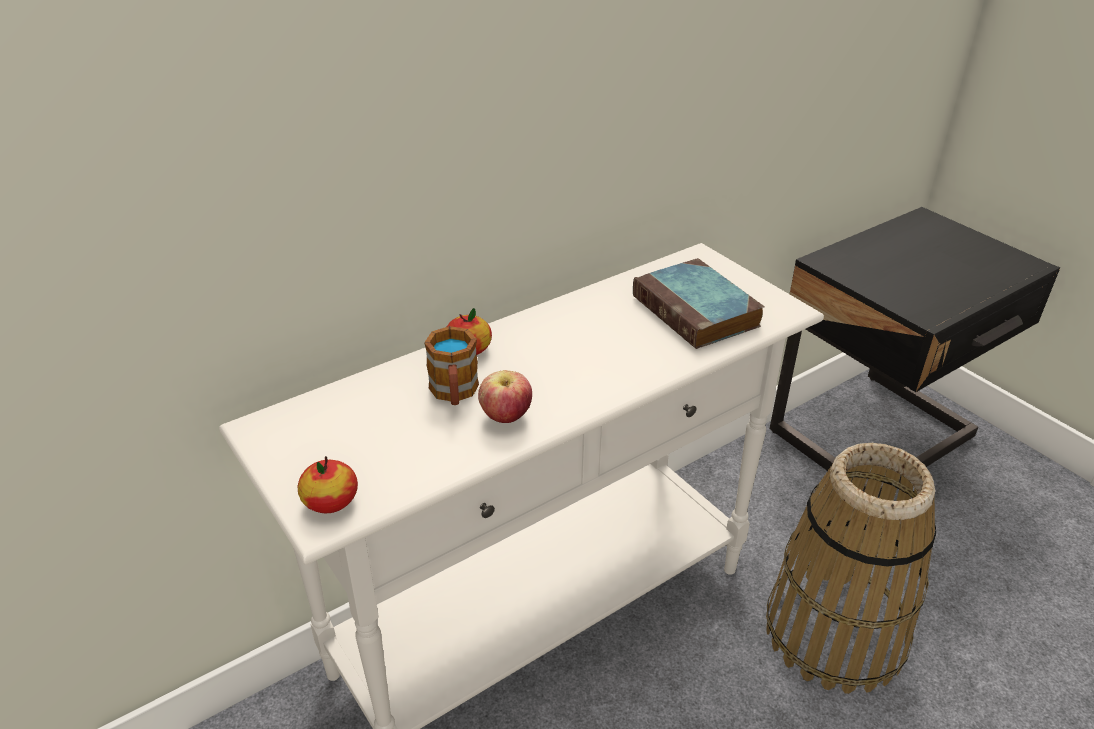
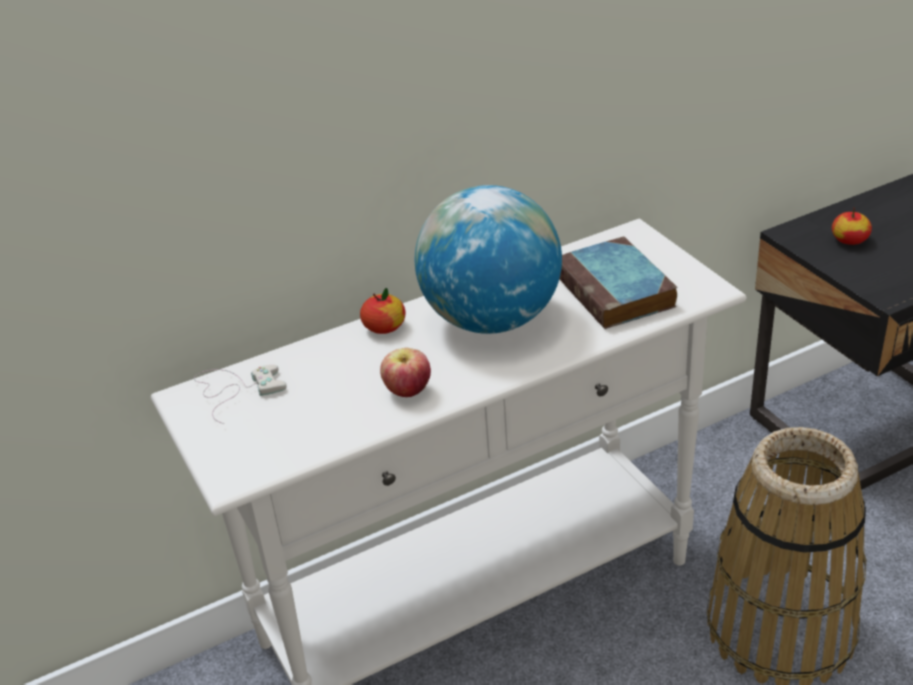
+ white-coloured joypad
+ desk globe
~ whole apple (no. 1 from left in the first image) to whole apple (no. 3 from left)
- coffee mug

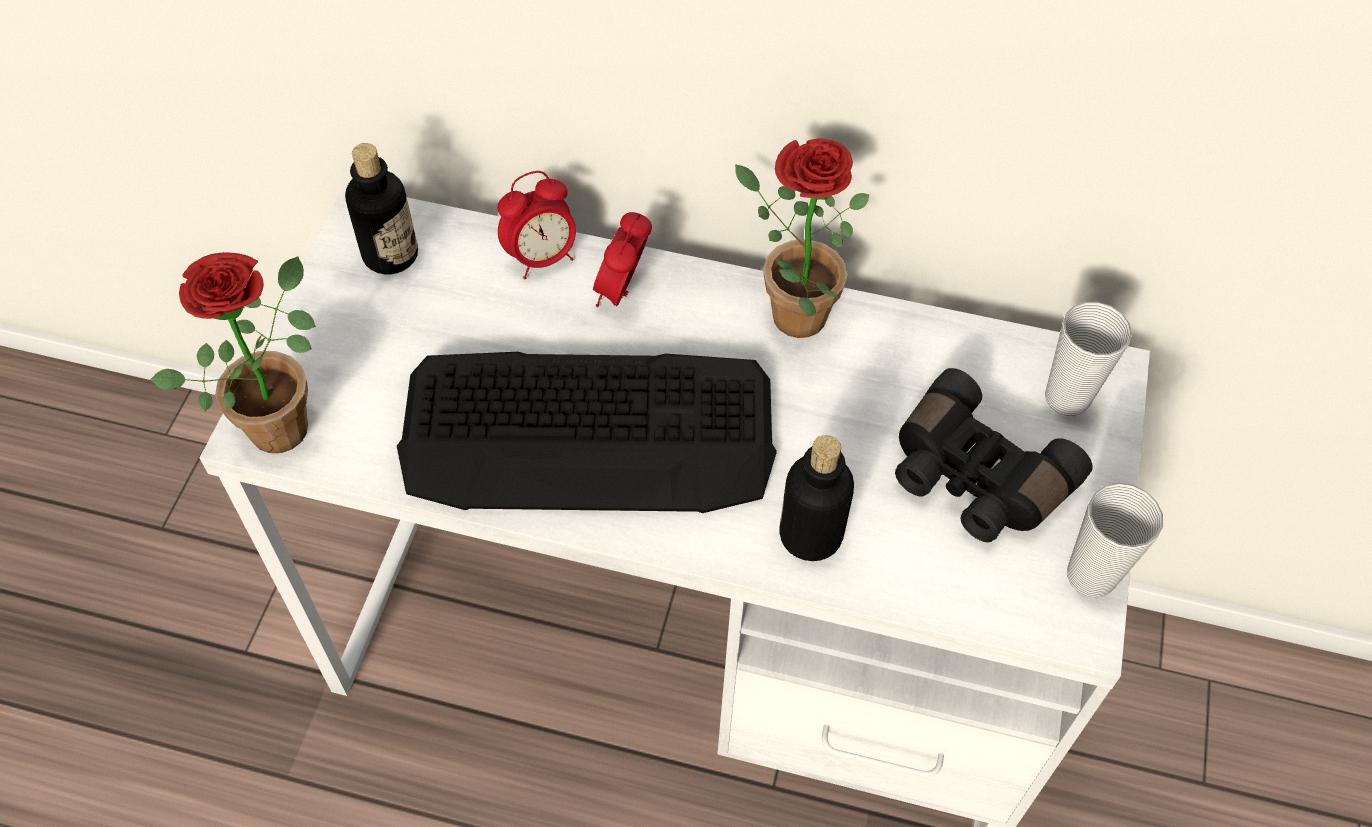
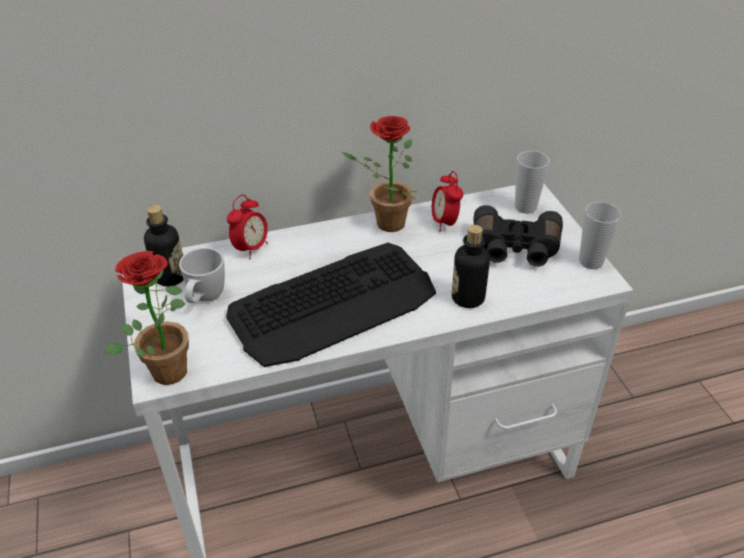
+ white-coloured coffee mug
~ table clock (no. 2 from left)

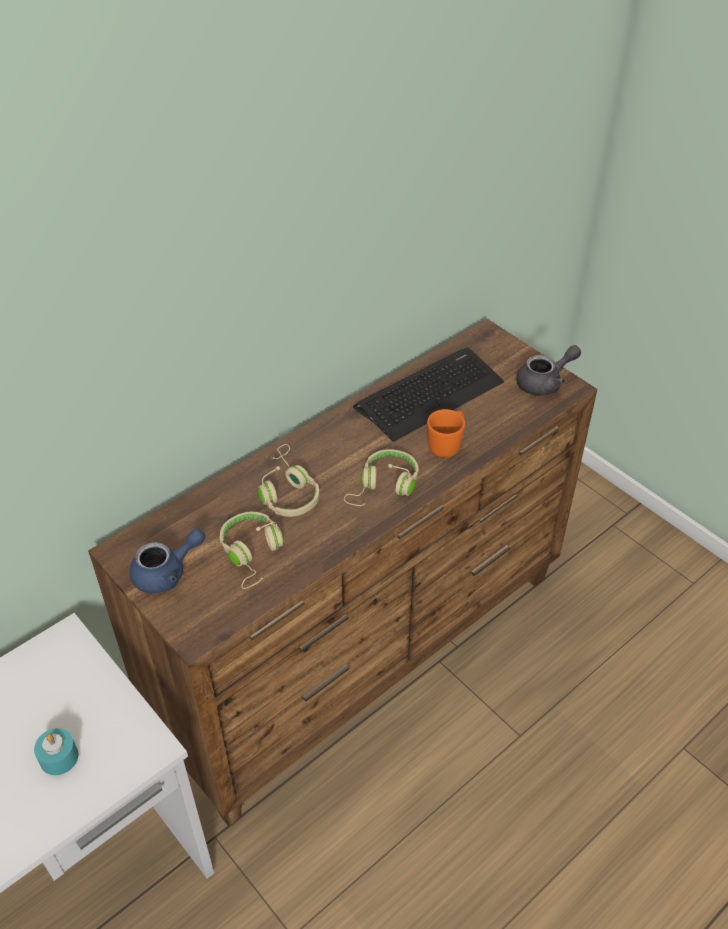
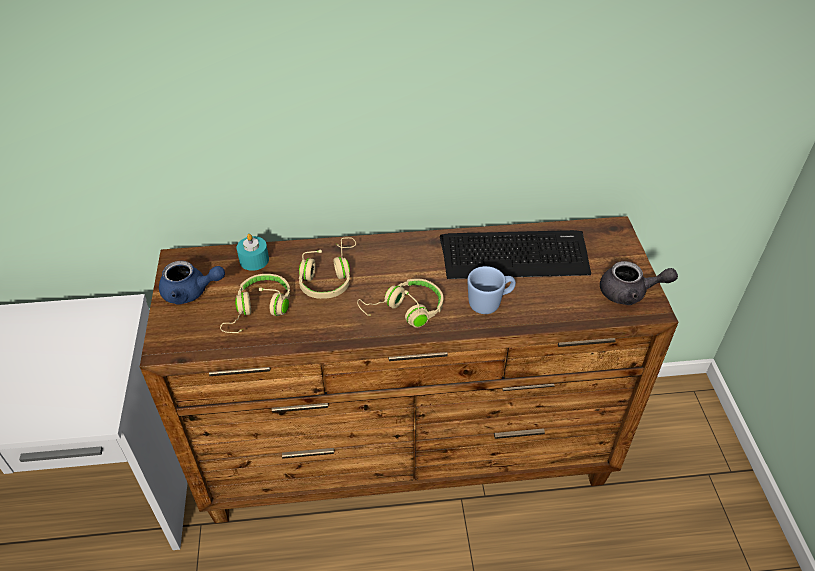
~ blue-green wax candle
~ orange-coloured coffee mug to blue coffee mug

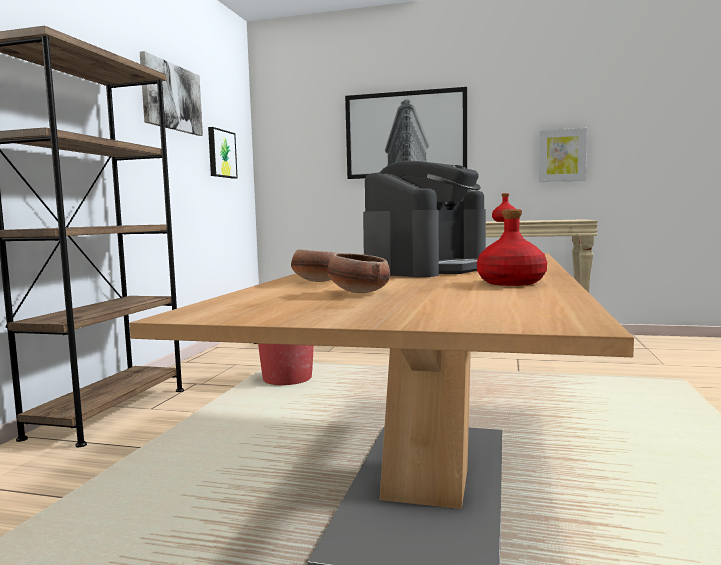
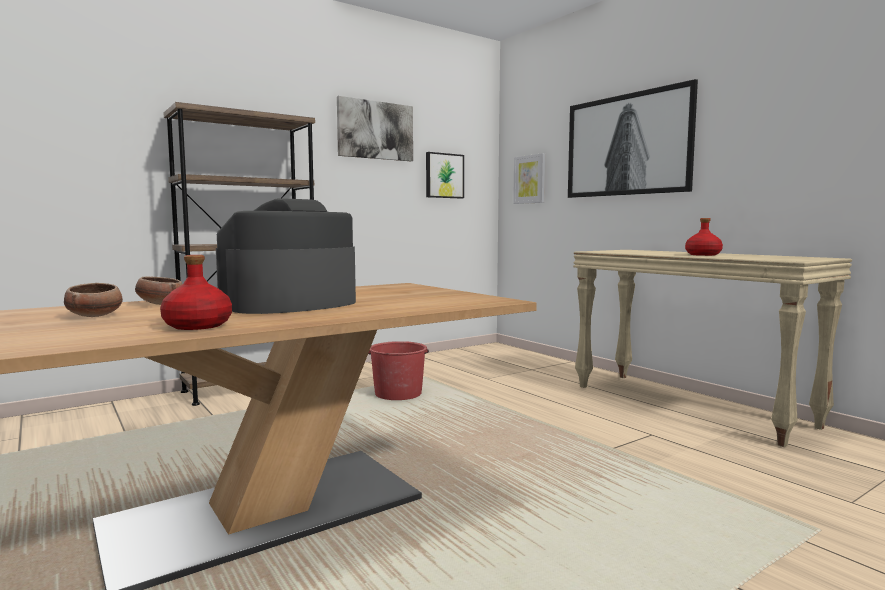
~ coffee maker 150 degrees clockwise
~ wall art (no. 4 from left in the first image) to wall art (no. 3 from left)

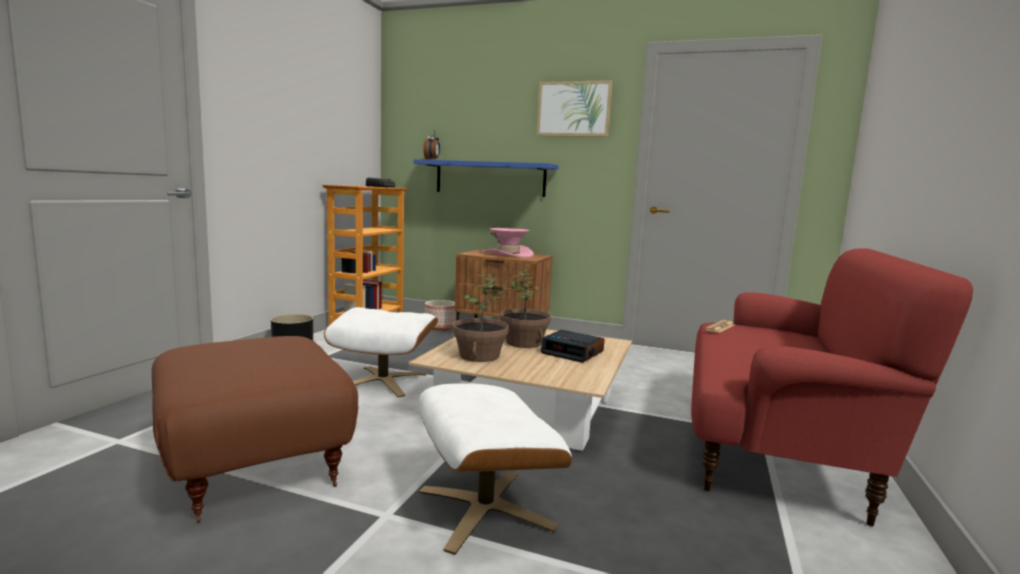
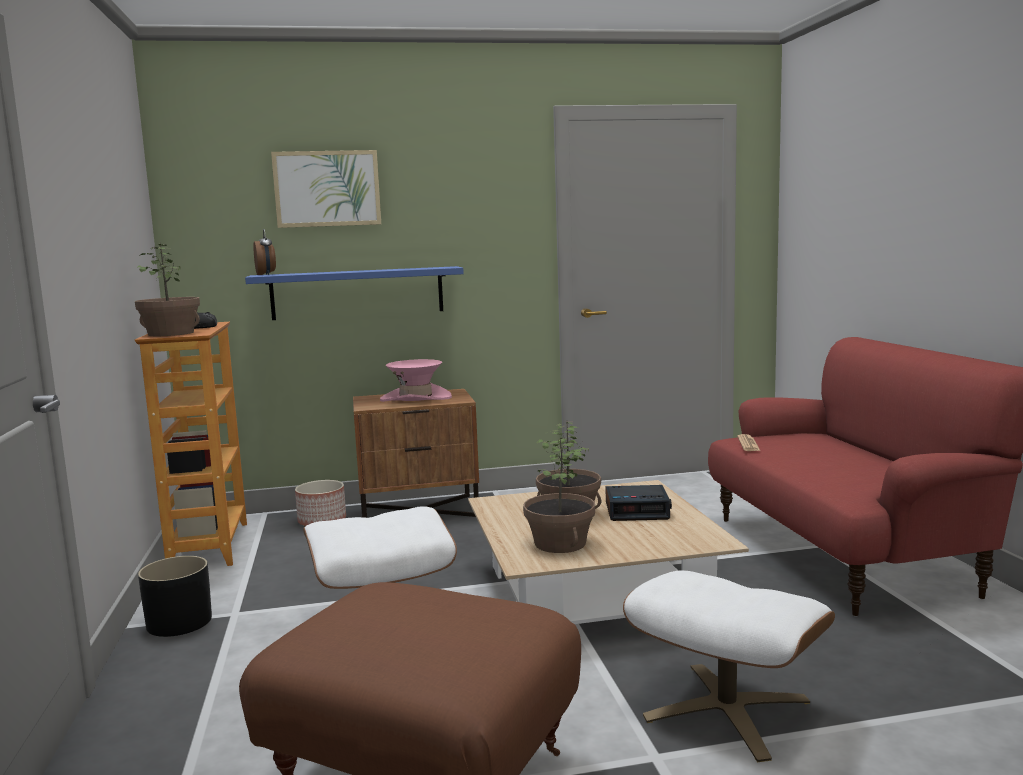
+ plant in a pot (no. 1 from left)
~ wall art

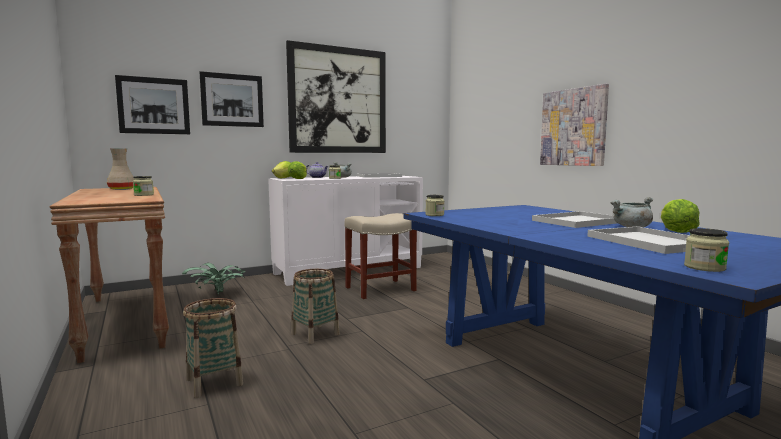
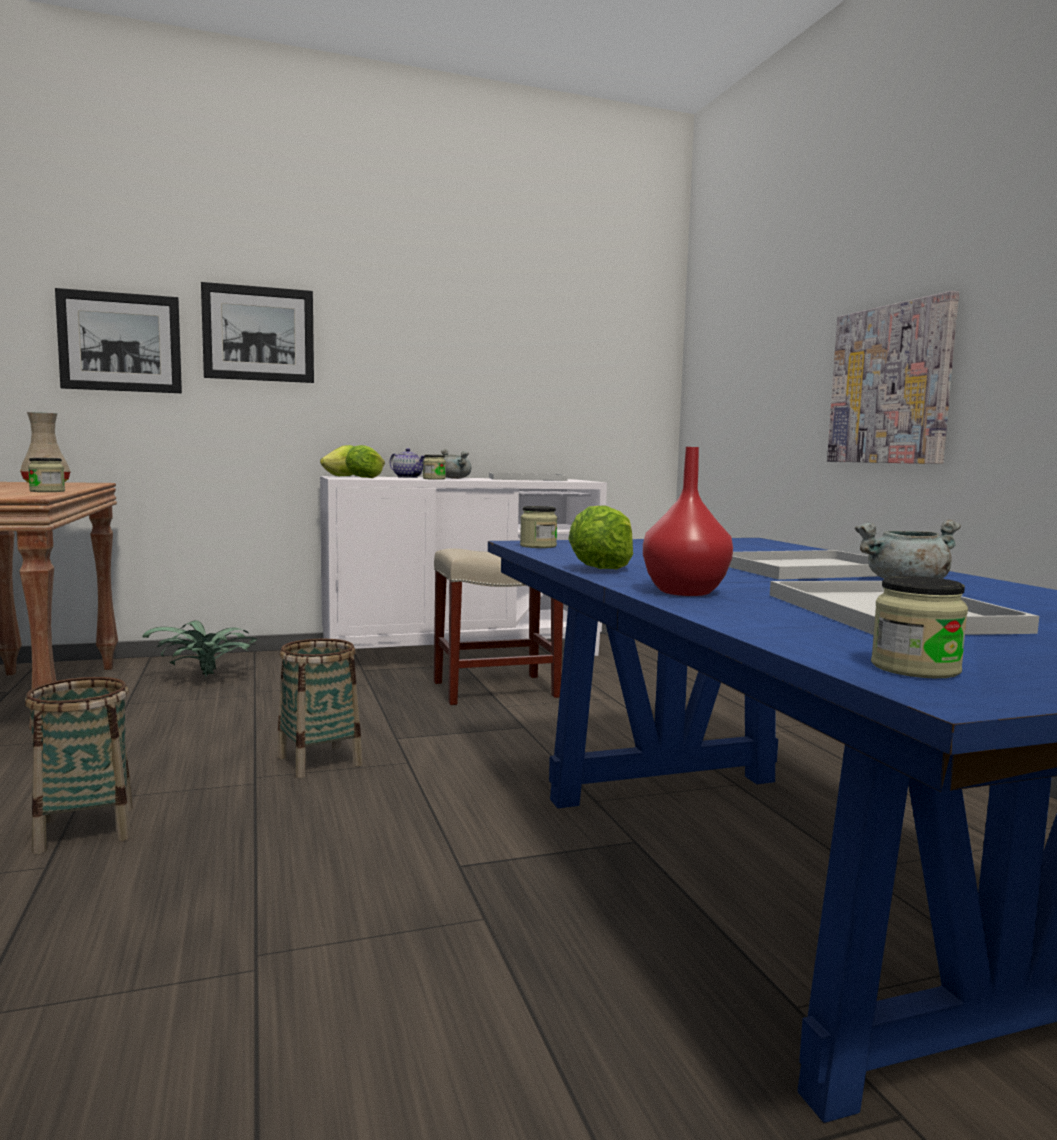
~ lettuce (no. 3 from left)
+ red flower vase
- wall art (no. 3 from left)

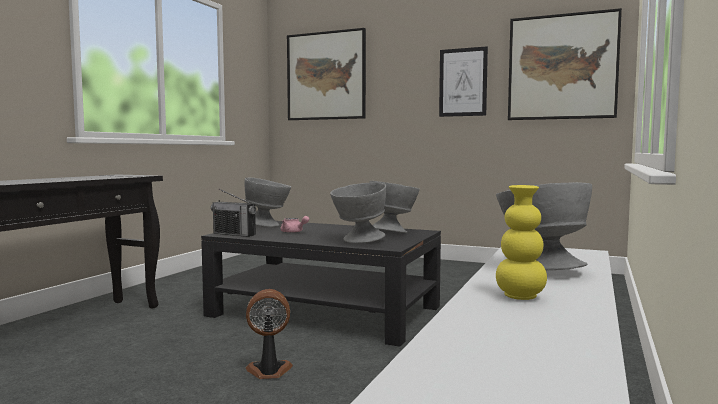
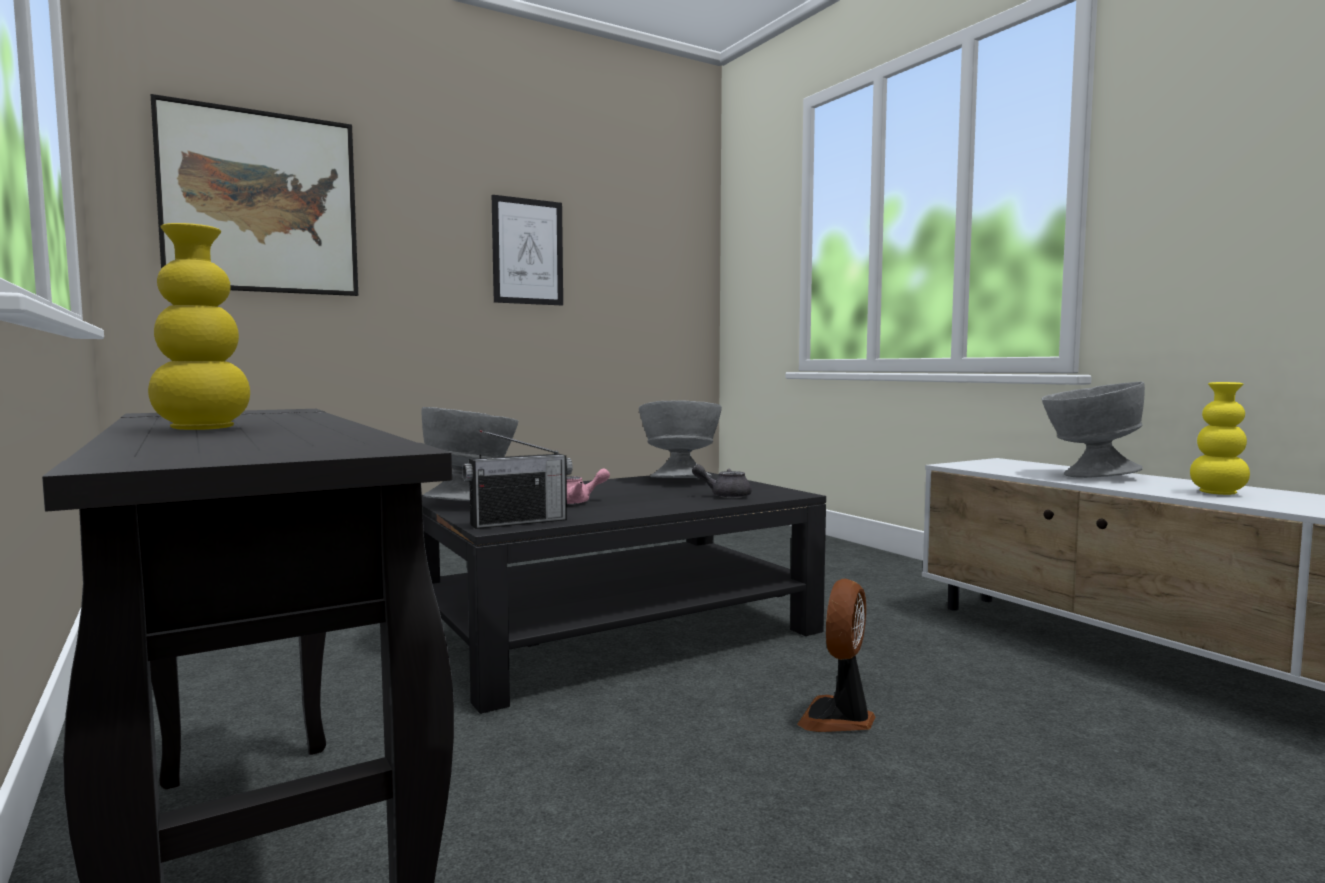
+ yellowish flower vase (no. 1 from left)
~ gray serving bowl (no. 2 from left) to gray tea pot
- wall art (no. 3 from left)

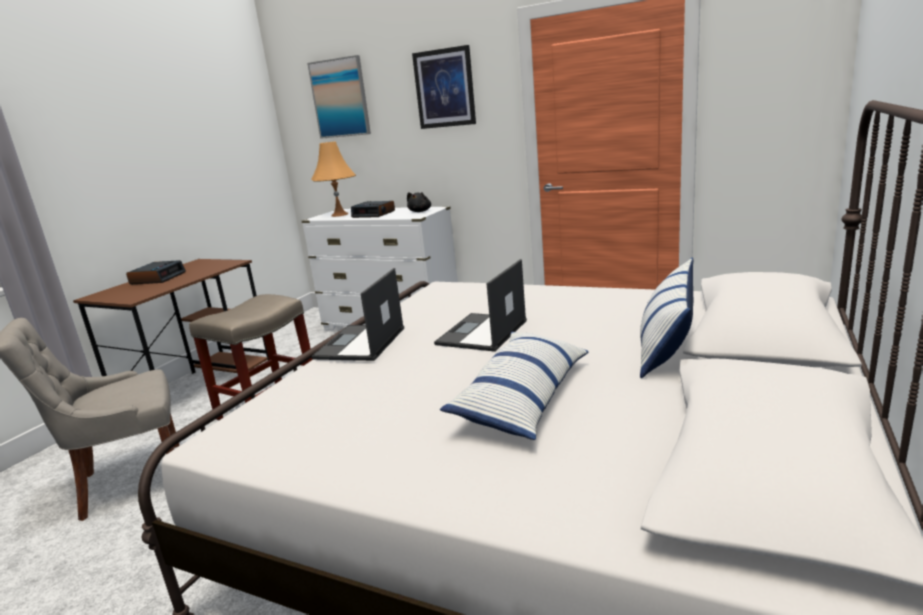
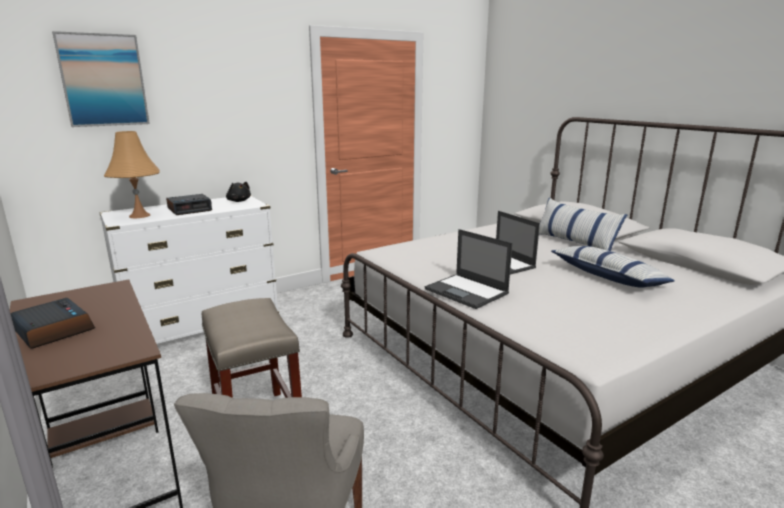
- wall art (no. 2 from left)

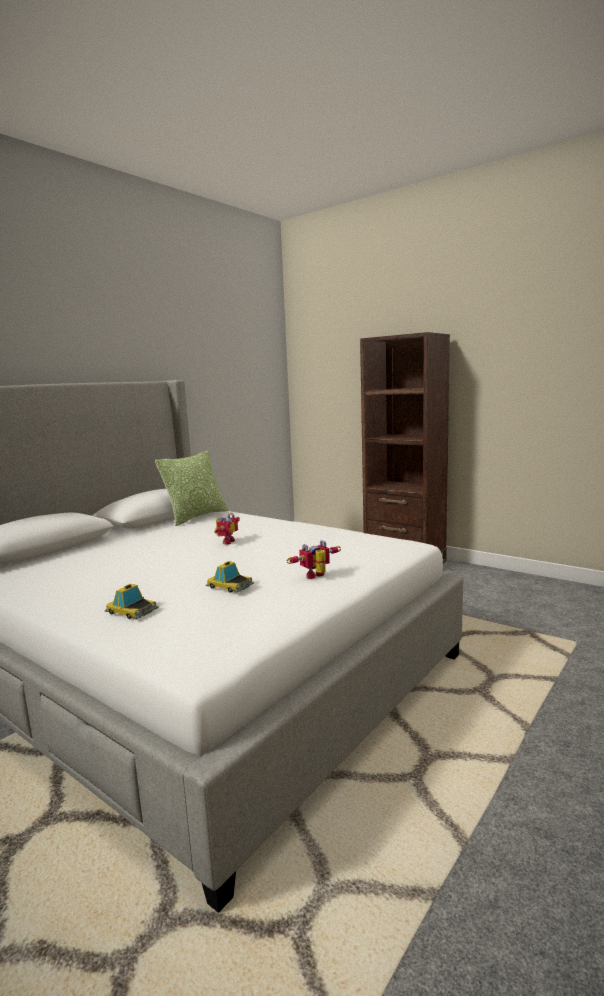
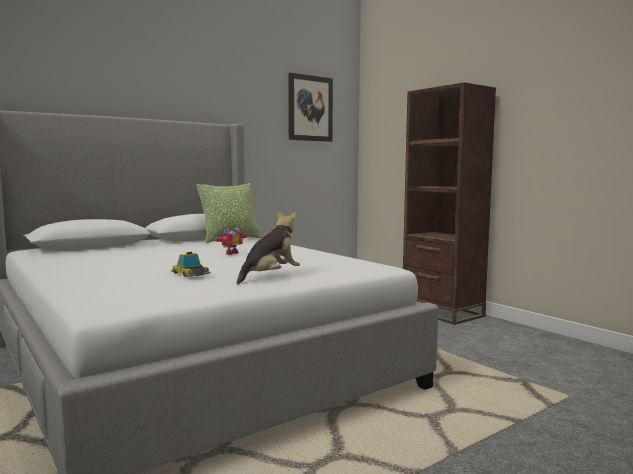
~ robot figure (no. 2 from left) to plush toy
+ wall art
- toy car (no. 1 from left)

